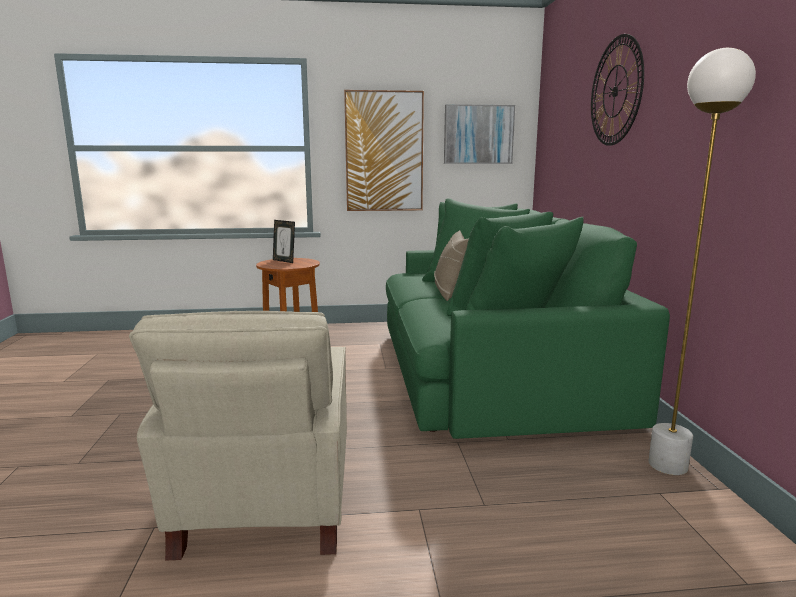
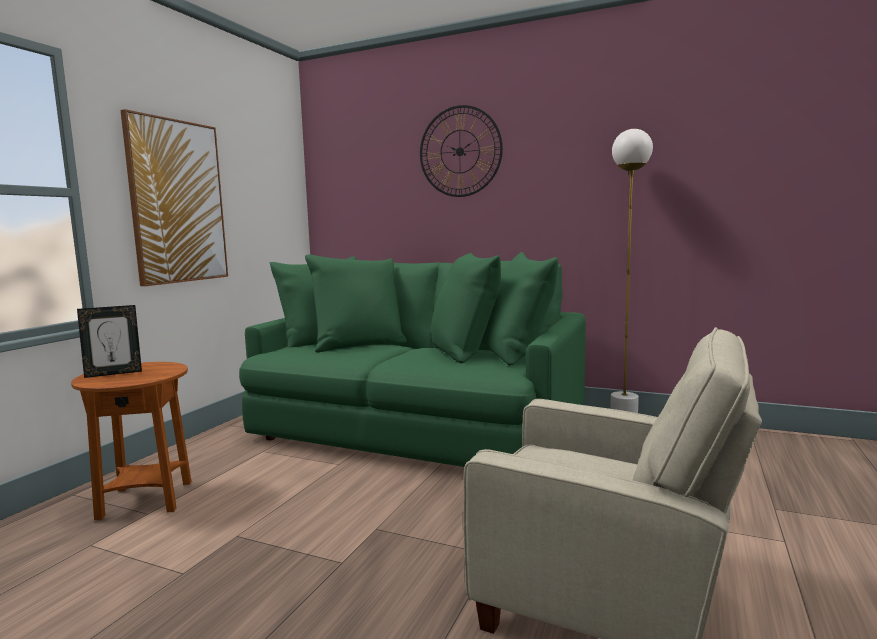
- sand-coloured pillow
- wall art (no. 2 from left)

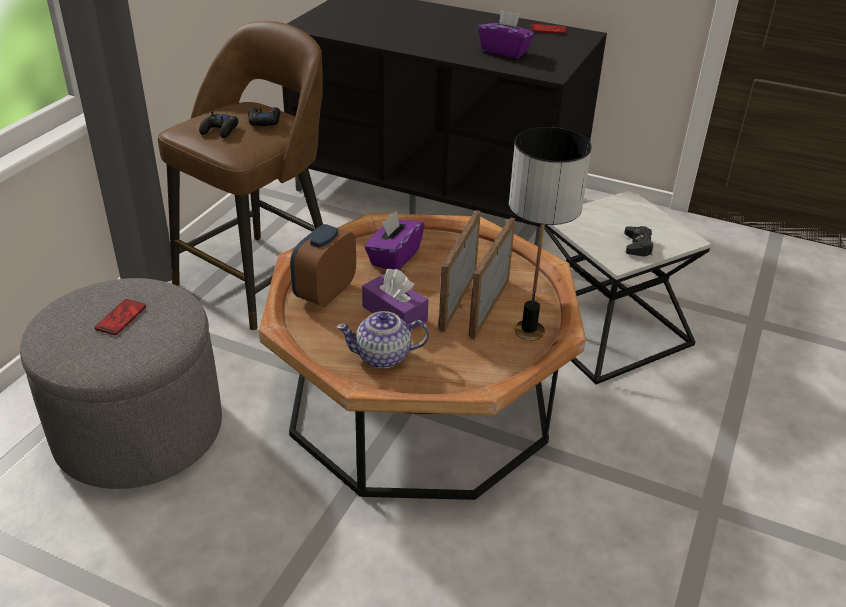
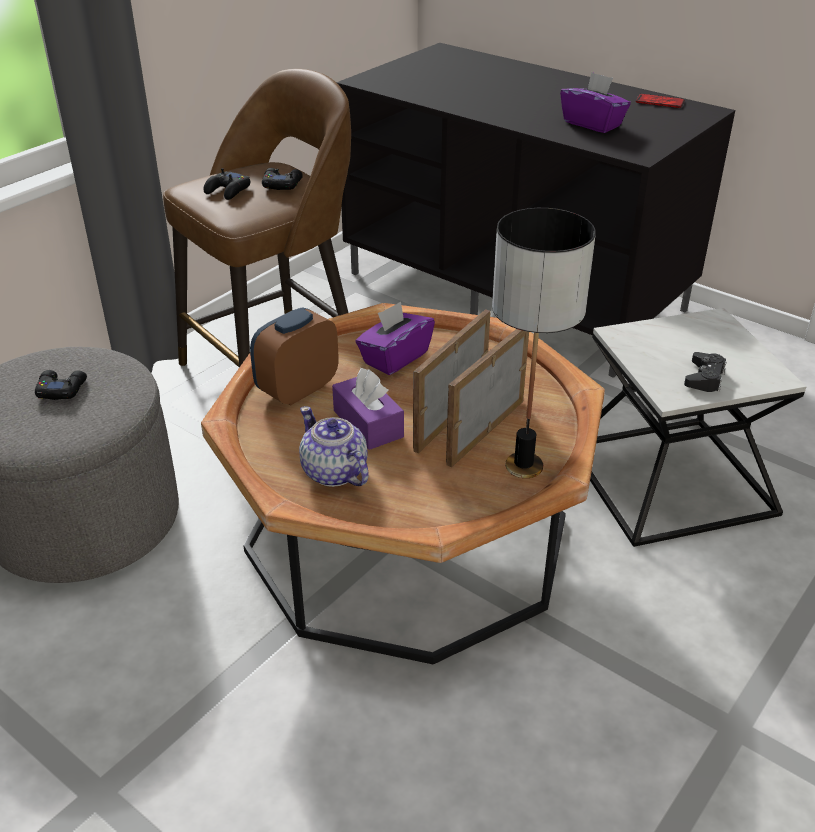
~ handset (no. 1 from left) to black-coloured joypad (no. 1 from left)
~ tea pot 45 degrees clockwise

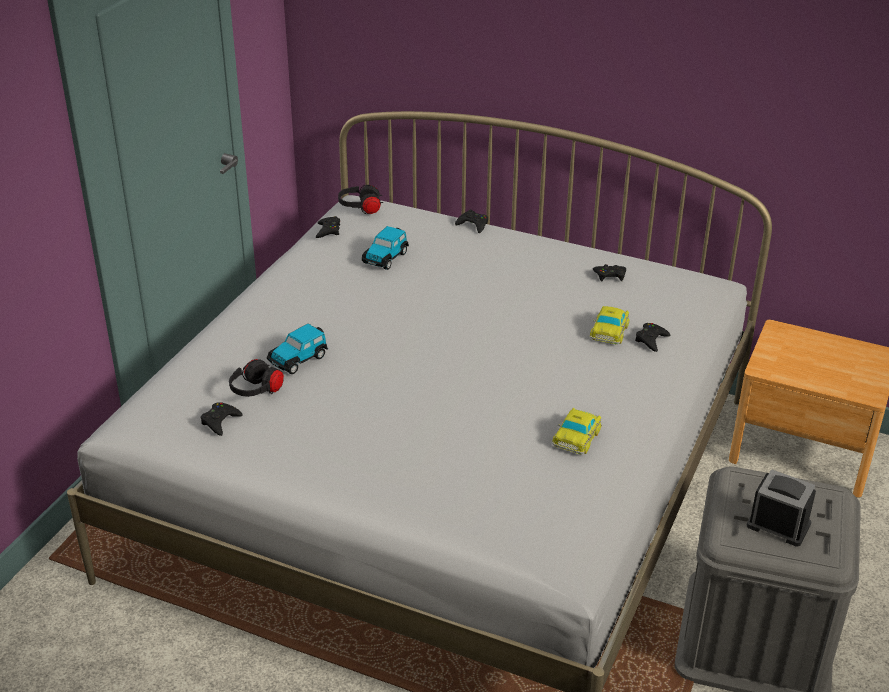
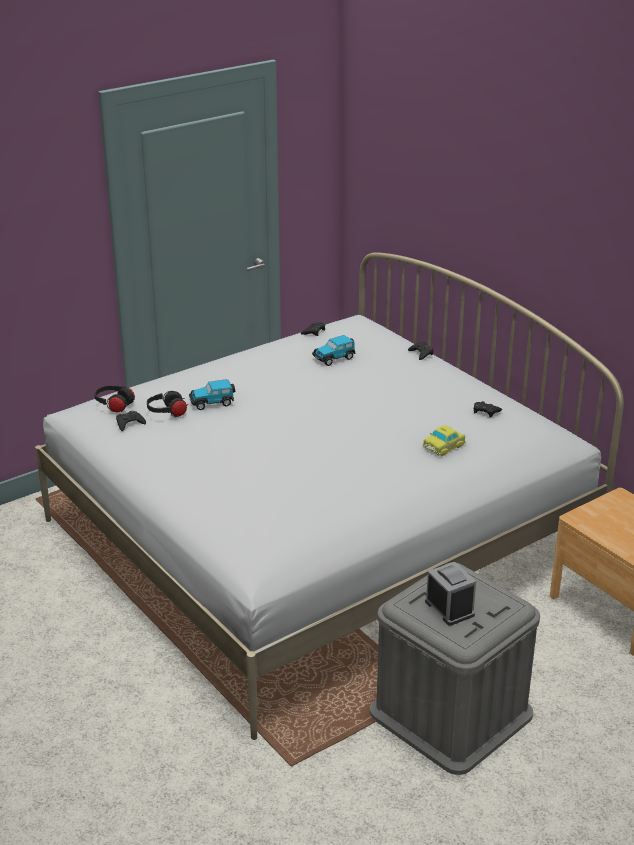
~ black-coloured headset (no. 2 from left in the first image) to black-coloured headset (no. 1 from left)
- toy car (no. 3 from left)
- black-coloured joypad (no. 5 from left)

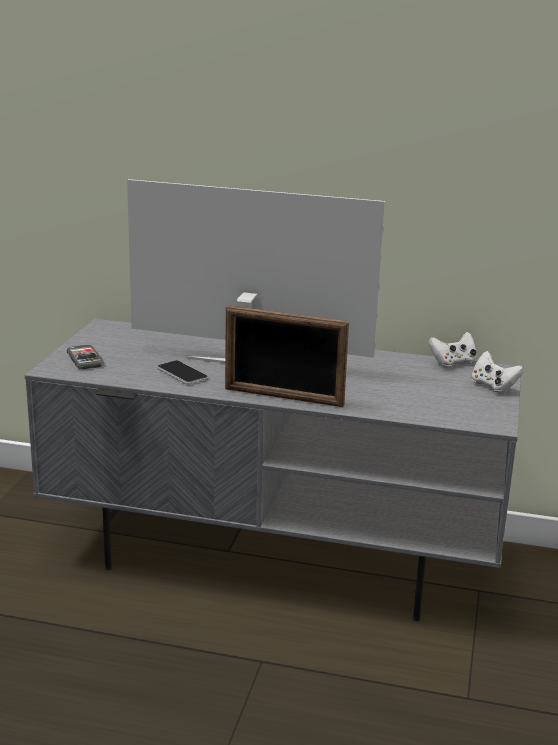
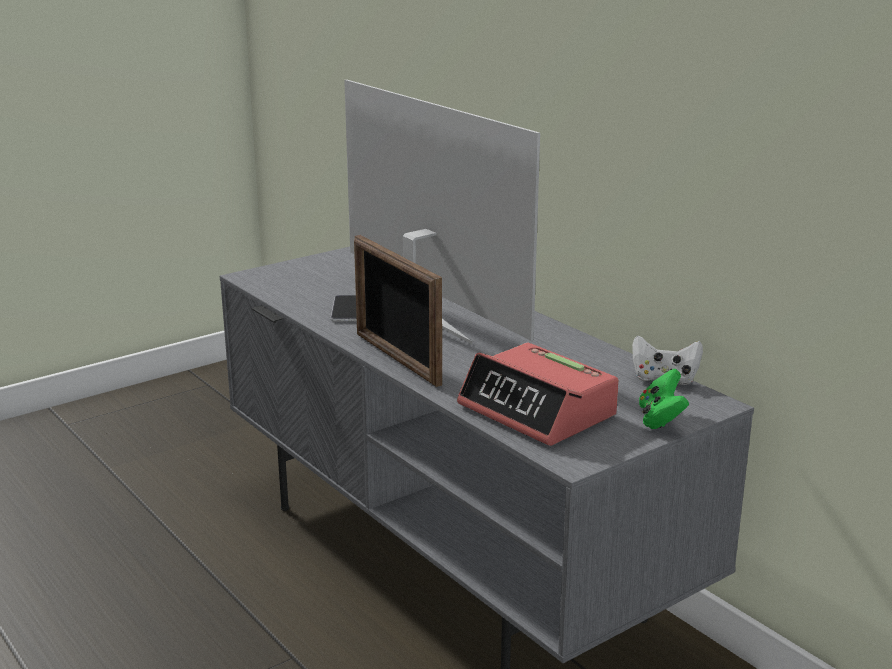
+ table clock
~ white-coloured joypad (no. 2 from left) to green-coloured joypad
- handset (no. 1 from left)

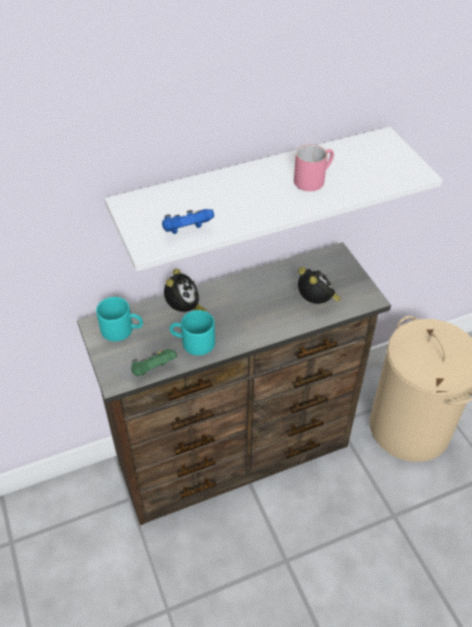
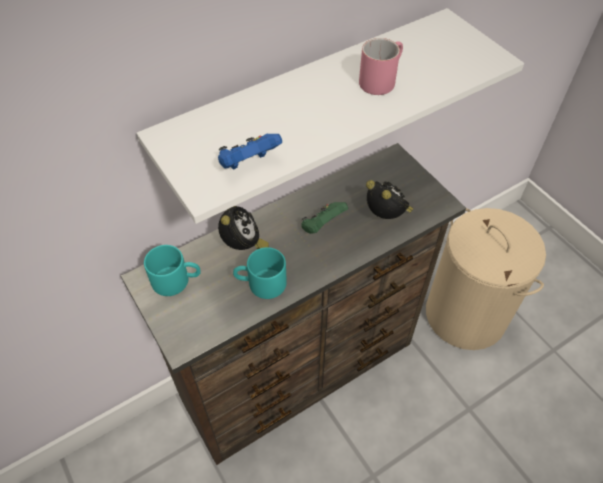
~ green-coloured joypad

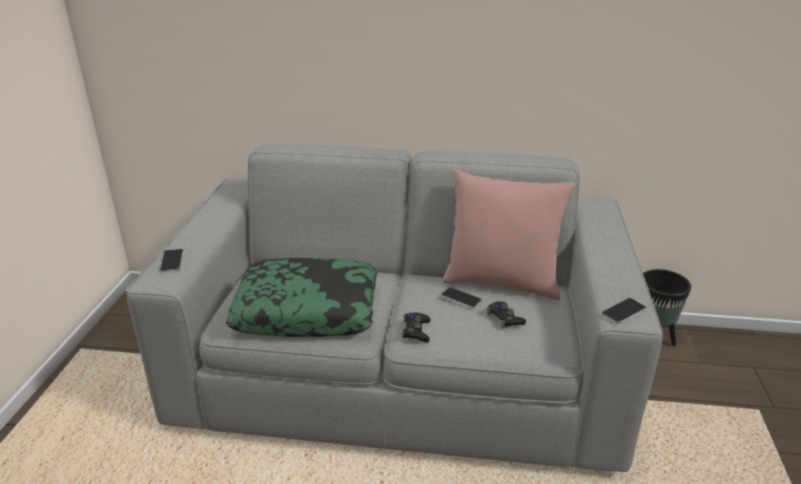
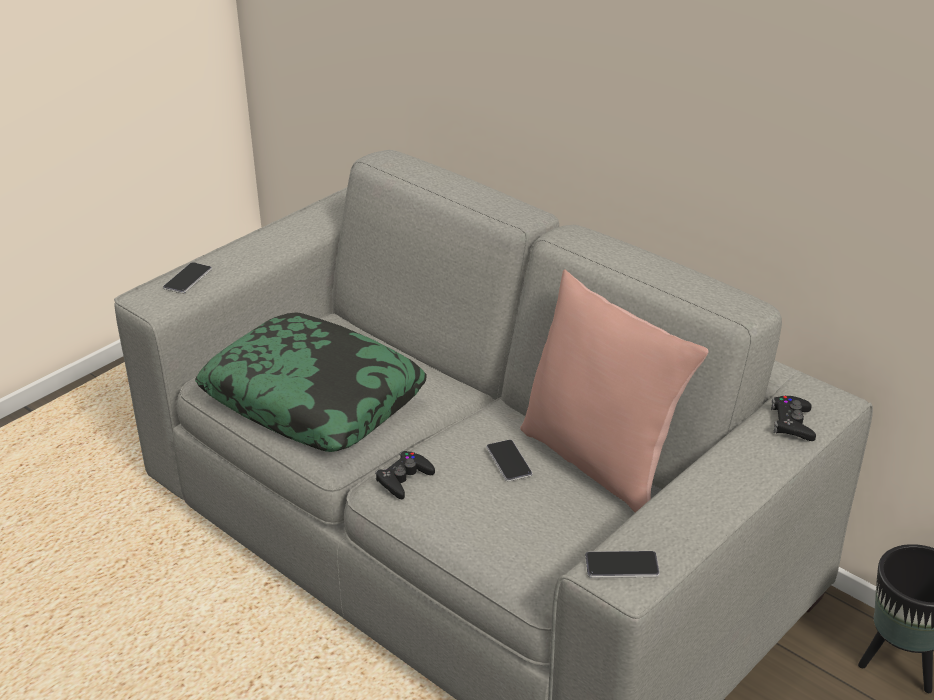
~ black-coloured joypad (no. 2 from left)

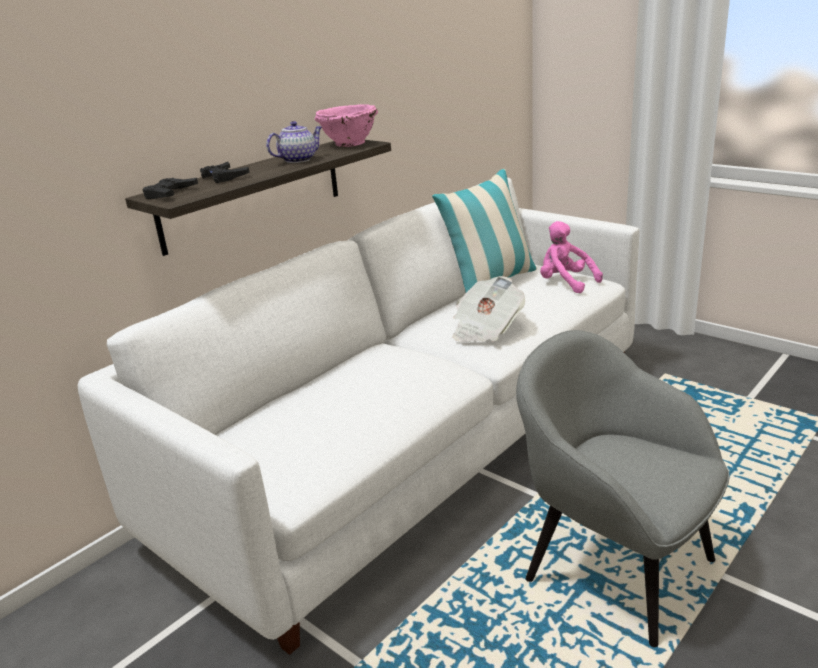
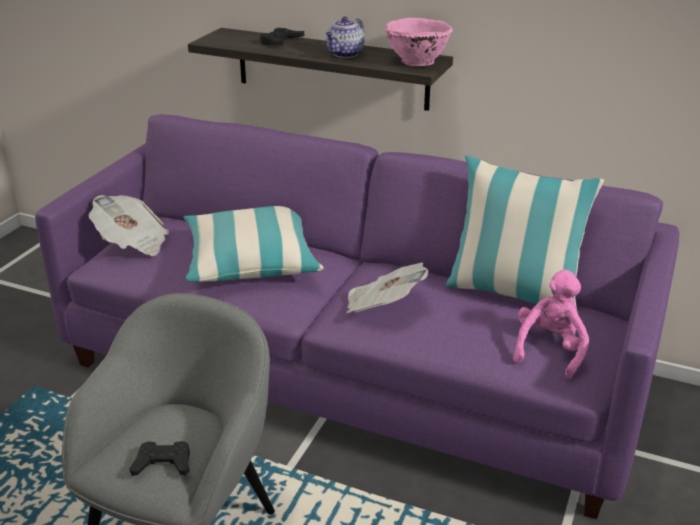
~ white-coloured couch to purple-coloured couch
+ newspaper (no. 1 from left)
~ black-coloured joypad (no. 1 from left)
+ pillow (no. 1 from left)
~ tea pot 90 degrees clockwise

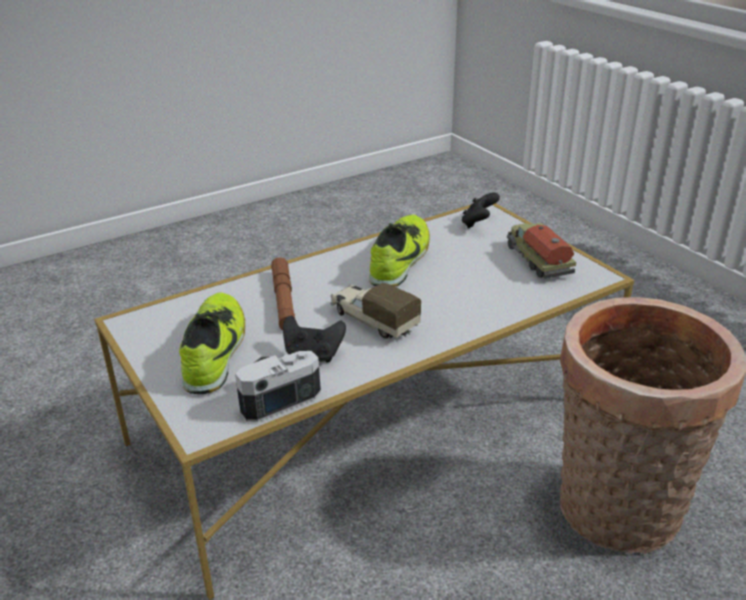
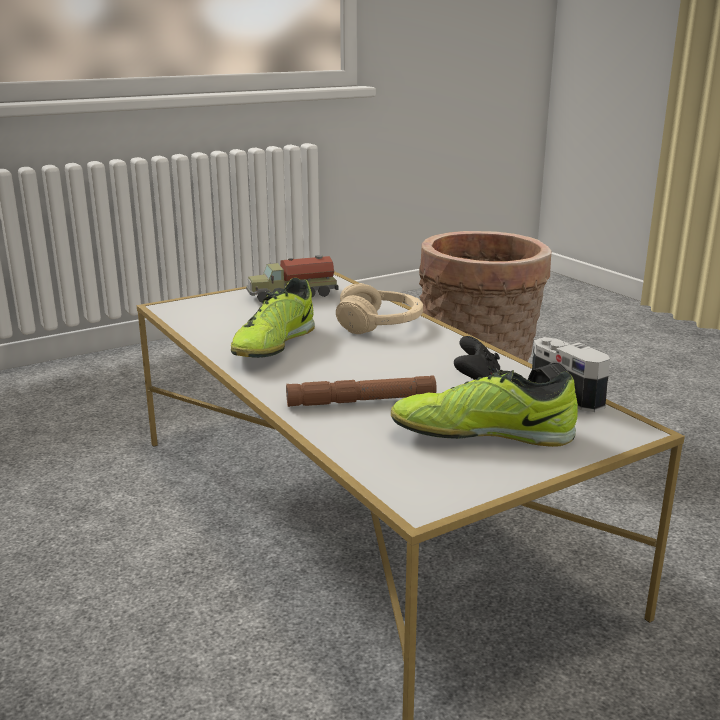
~ item of footwear (no. 2 from left in the first image) 90 degrees counterclockwise
+ sand-coloured headset
- toy truck (no. 1 from left)
- black-coloured joypad (no. 2 from left)

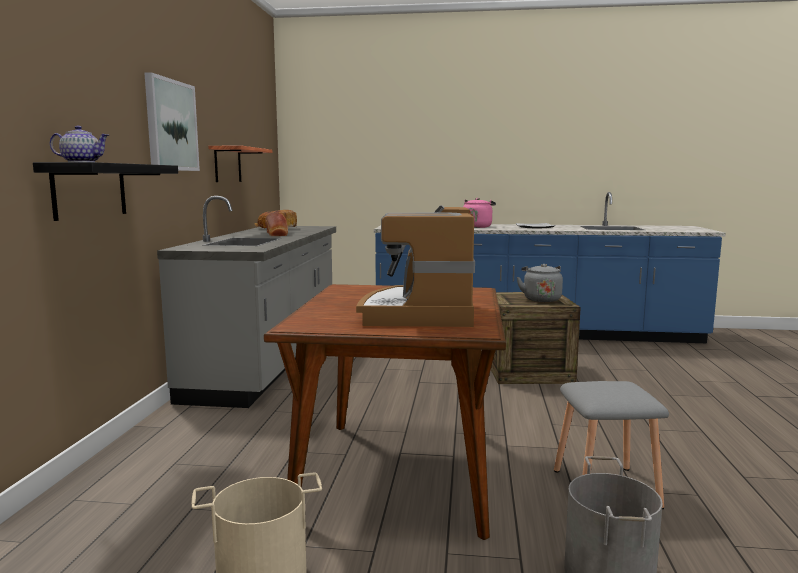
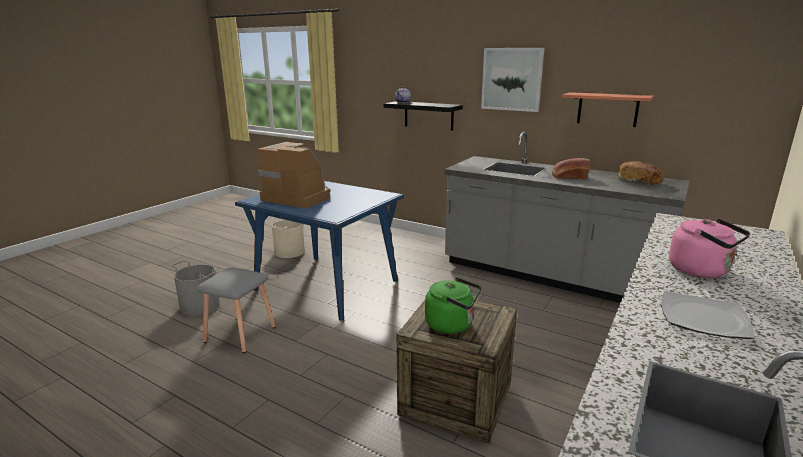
~ brownish dinner table to blue dinner table
~ gray tea kettle to green-coloured tea kettle

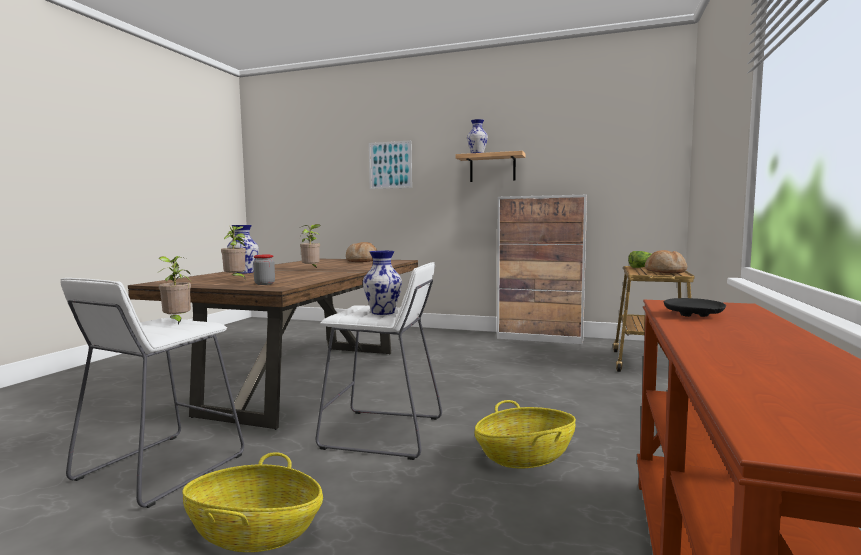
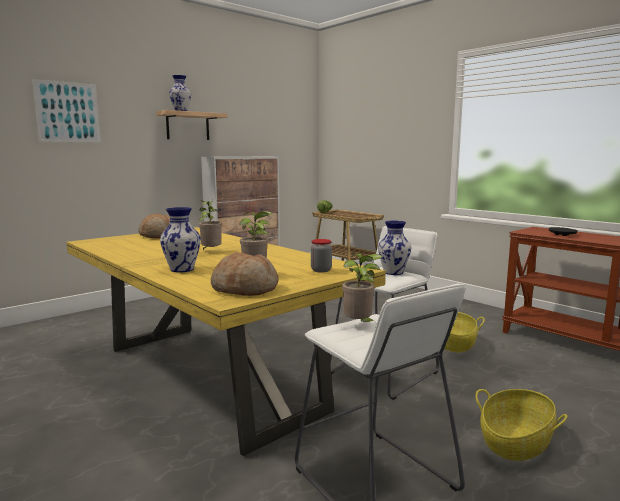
~ brownish dinner table to yellowish dinner table
~ baked bread (no. 2 from left)

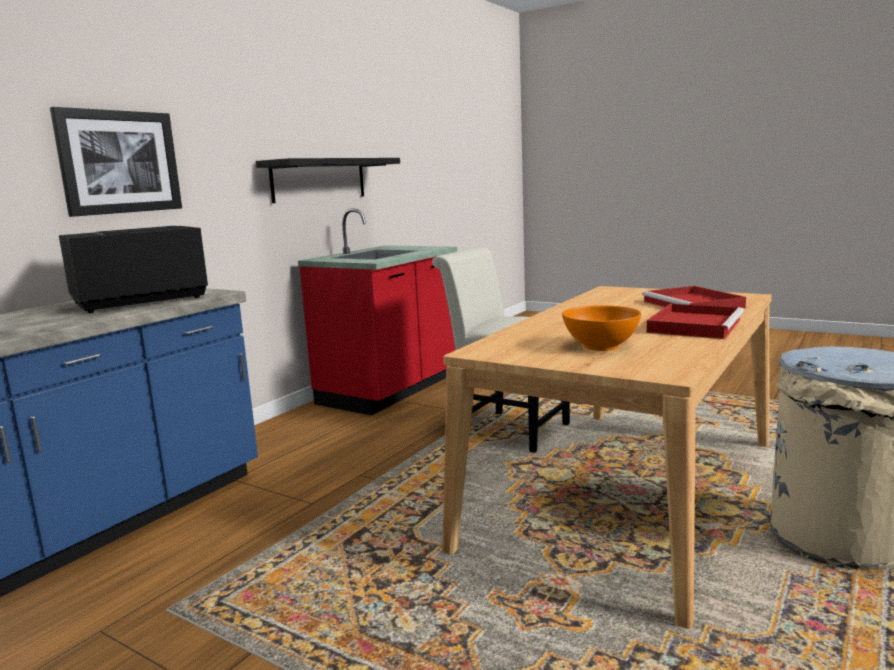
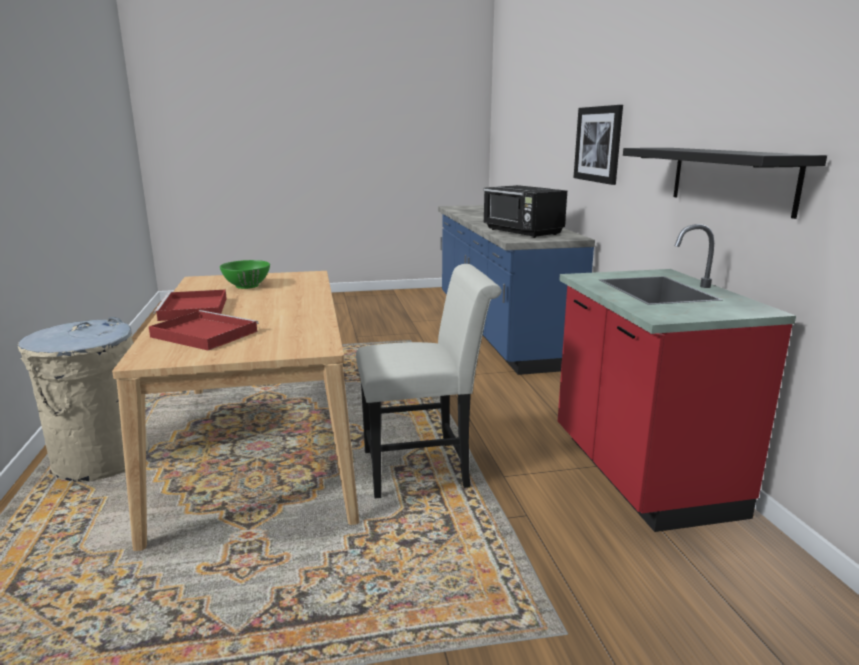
~ orange-coloured serving bowl to green-coloured serving bowl
~ black-coloured microwave 135 degrees clockwise

